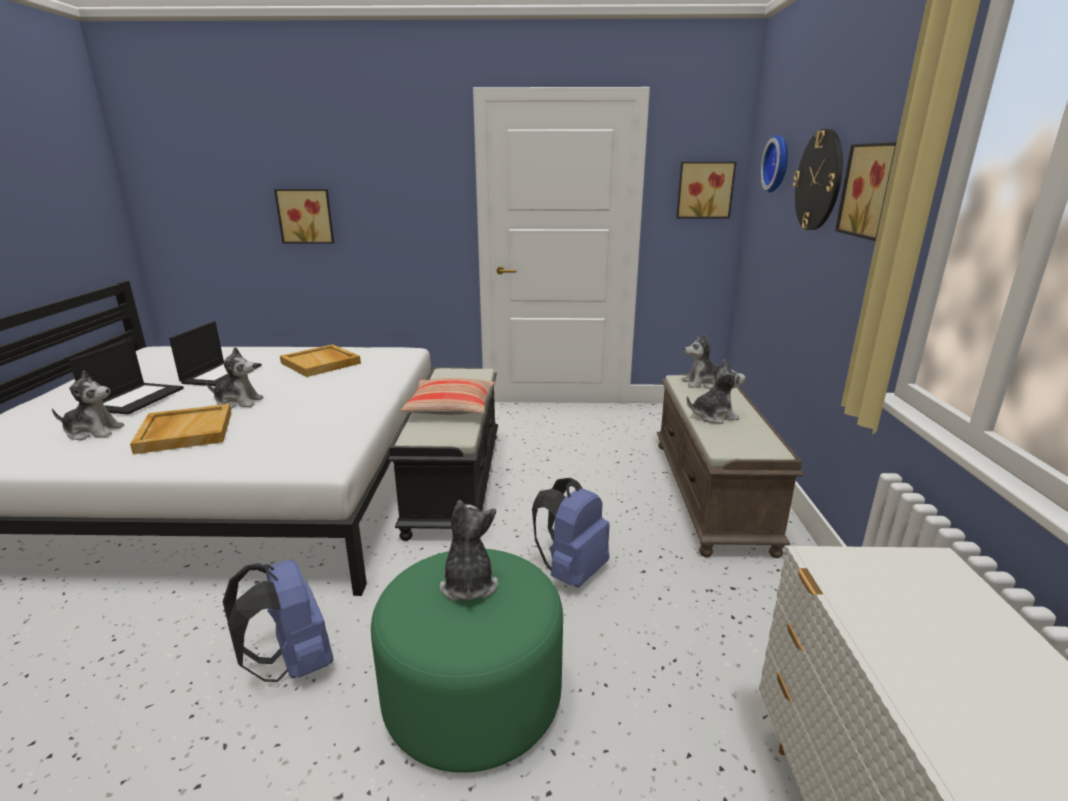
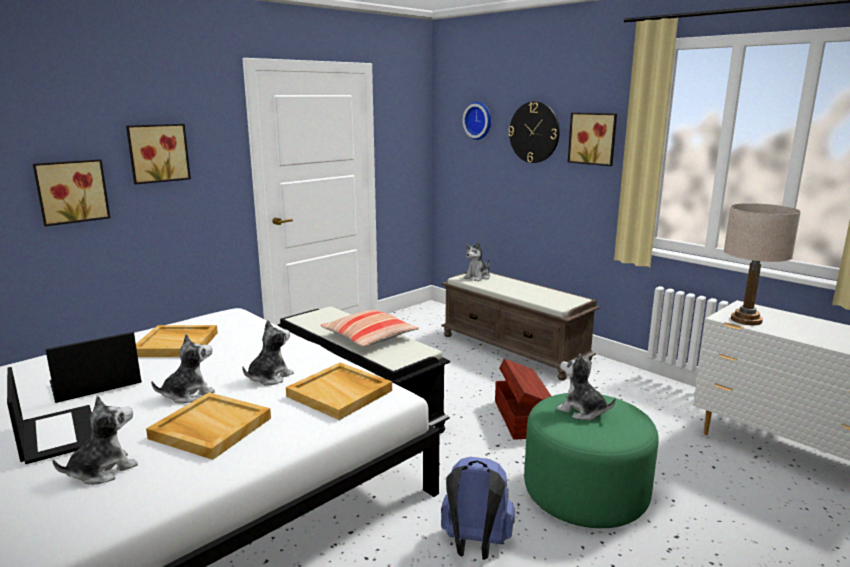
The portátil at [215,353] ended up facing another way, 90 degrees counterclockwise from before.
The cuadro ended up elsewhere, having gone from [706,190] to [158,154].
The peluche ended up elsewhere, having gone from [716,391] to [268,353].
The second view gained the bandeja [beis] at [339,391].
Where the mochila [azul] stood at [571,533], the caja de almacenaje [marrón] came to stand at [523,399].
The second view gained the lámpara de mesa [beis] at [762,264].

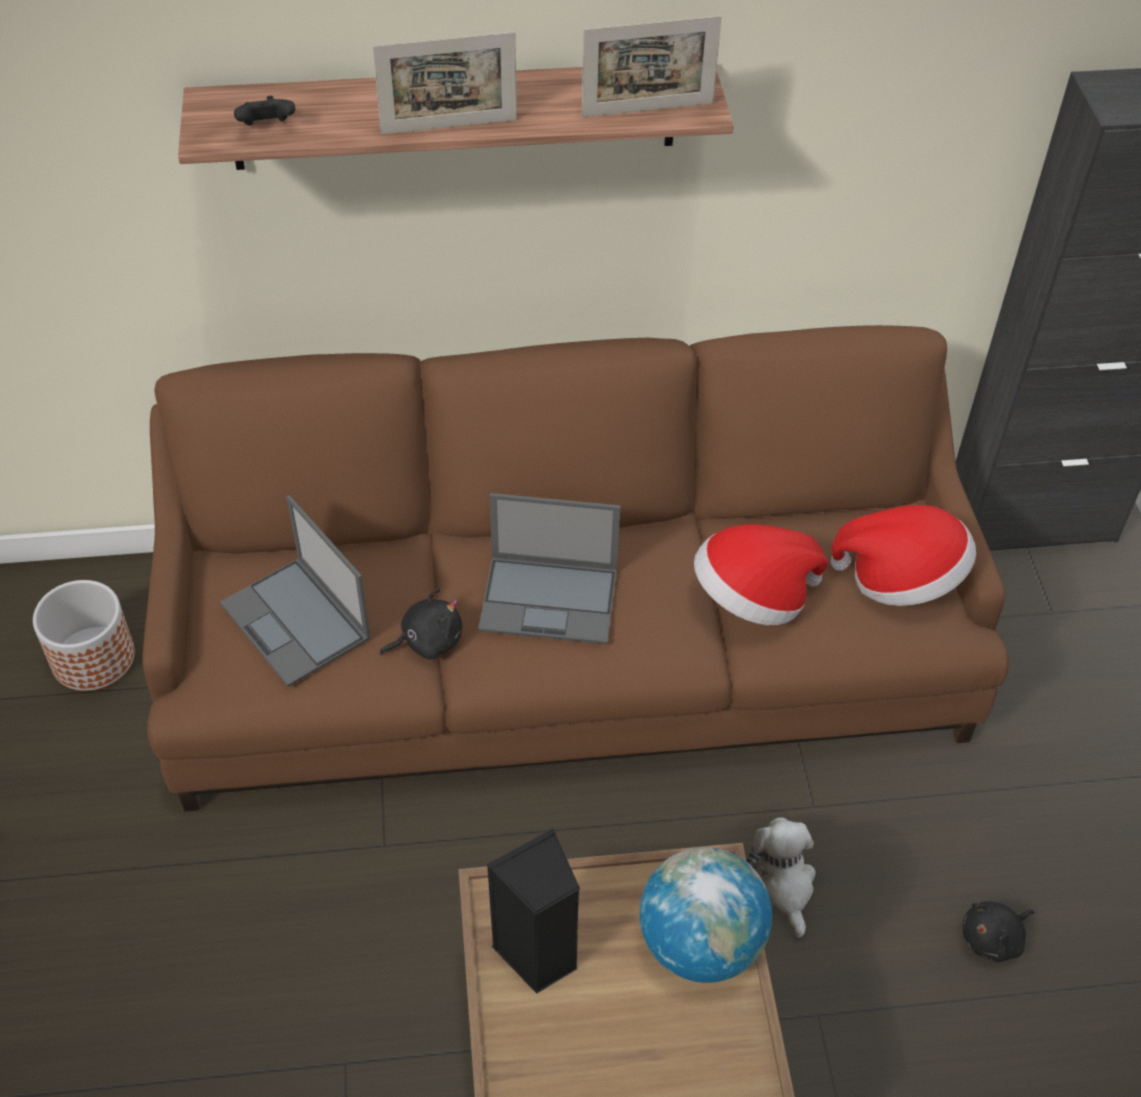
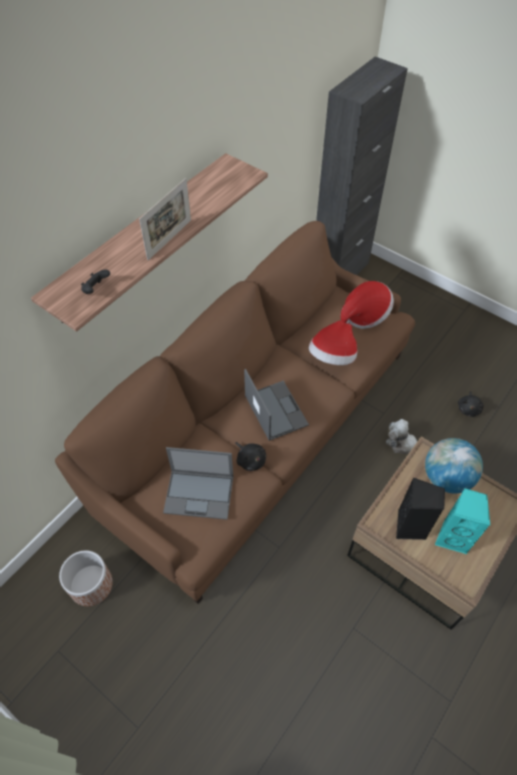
The peluche [negro] at [421,624] ended up facing another way, 120 degrees clockwise from before.
The portátil at [549,568] ended up facing another way, 75 degrees counterclockwise from before.
The second view gained the altavoz [turquesa] at [462,521].
The second view lost the portarretratos at [651,66].

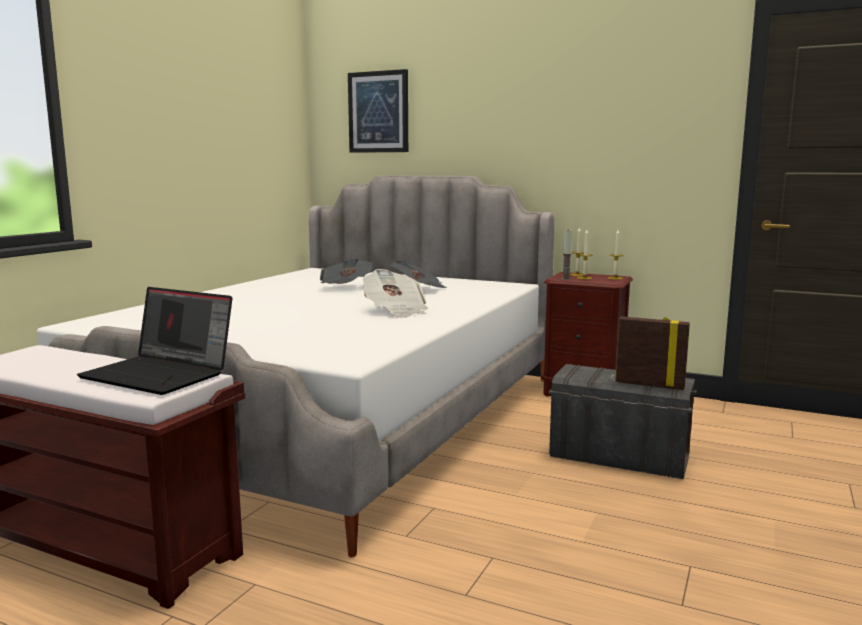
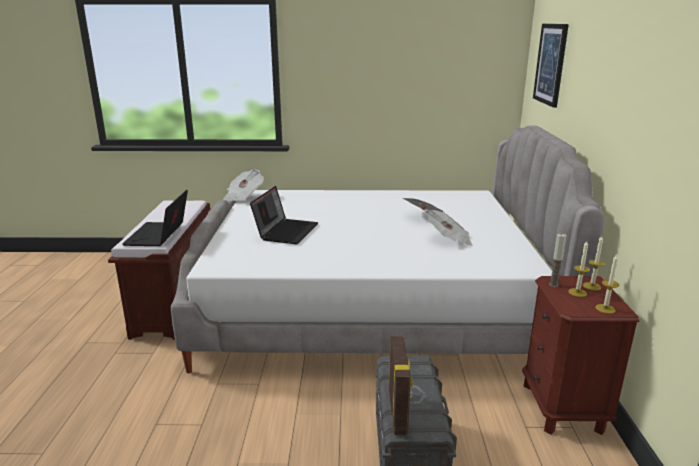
The periódico ended up elsewhere, having gone from [395,293] to [243,185].
The second view gained the portátil at [284,215].

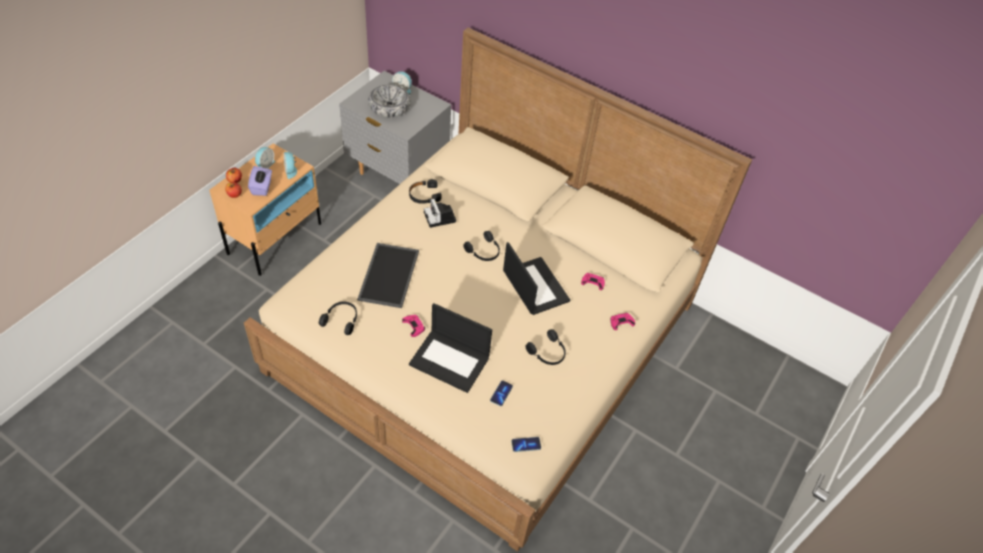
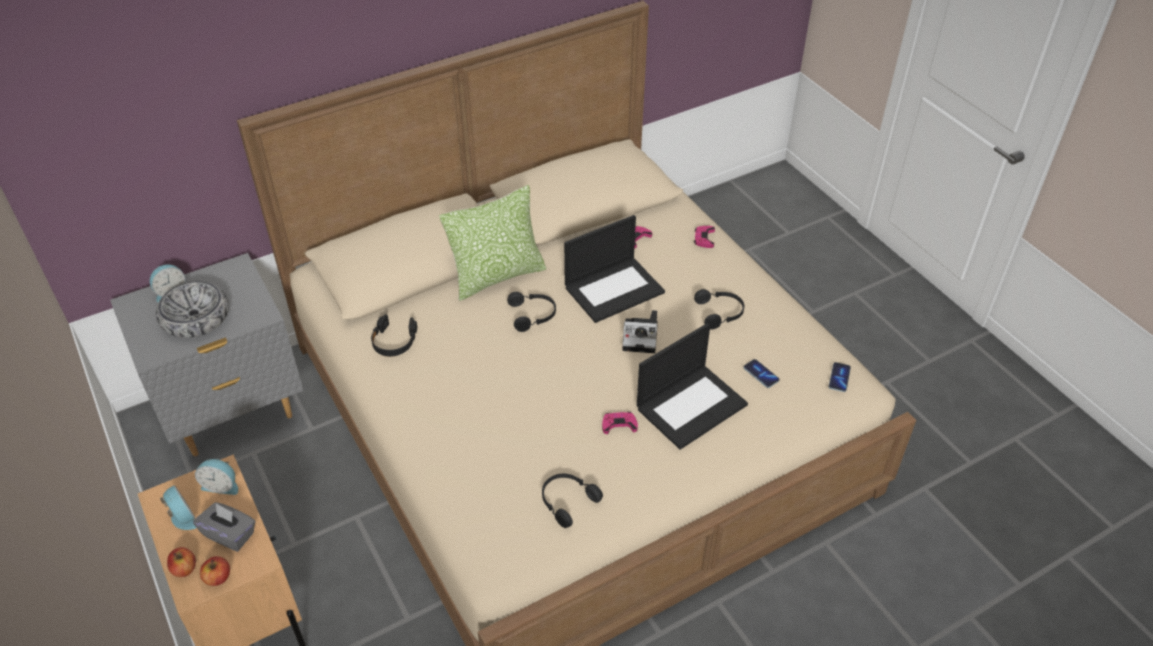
What was the caja de pañuelos [morado] at [260,181] turned into the caja de pañuelos [gris] at [224,527].
The second view gained the cojín at [492,243].
The portátil at [536,278] ended up facing another way, 150 degrees clockwise from before.
The cámara ended up elsewhere, having gone from [440,213] to [640,331].
The second view lost the bandeja at [388,275].

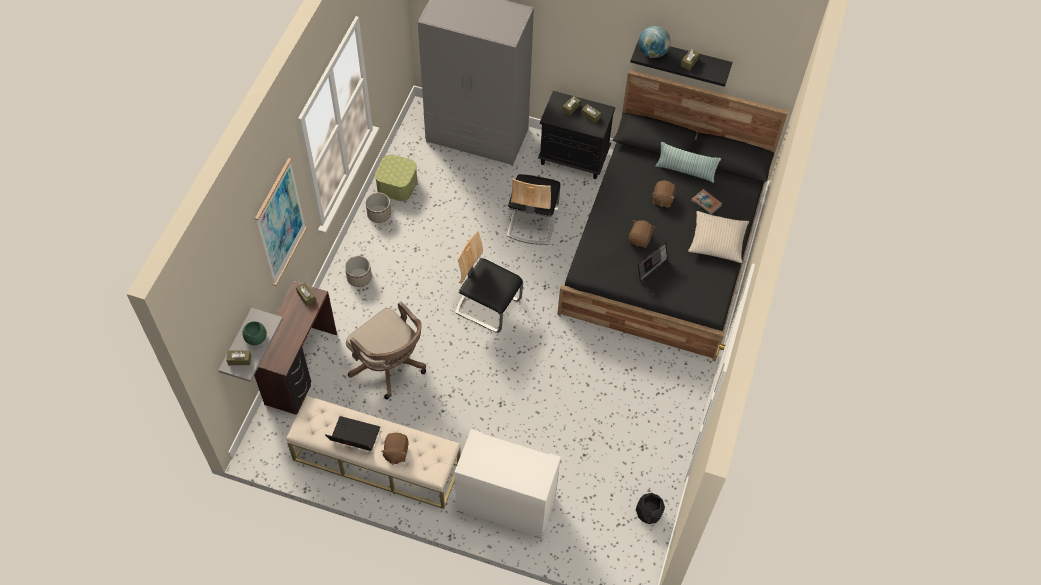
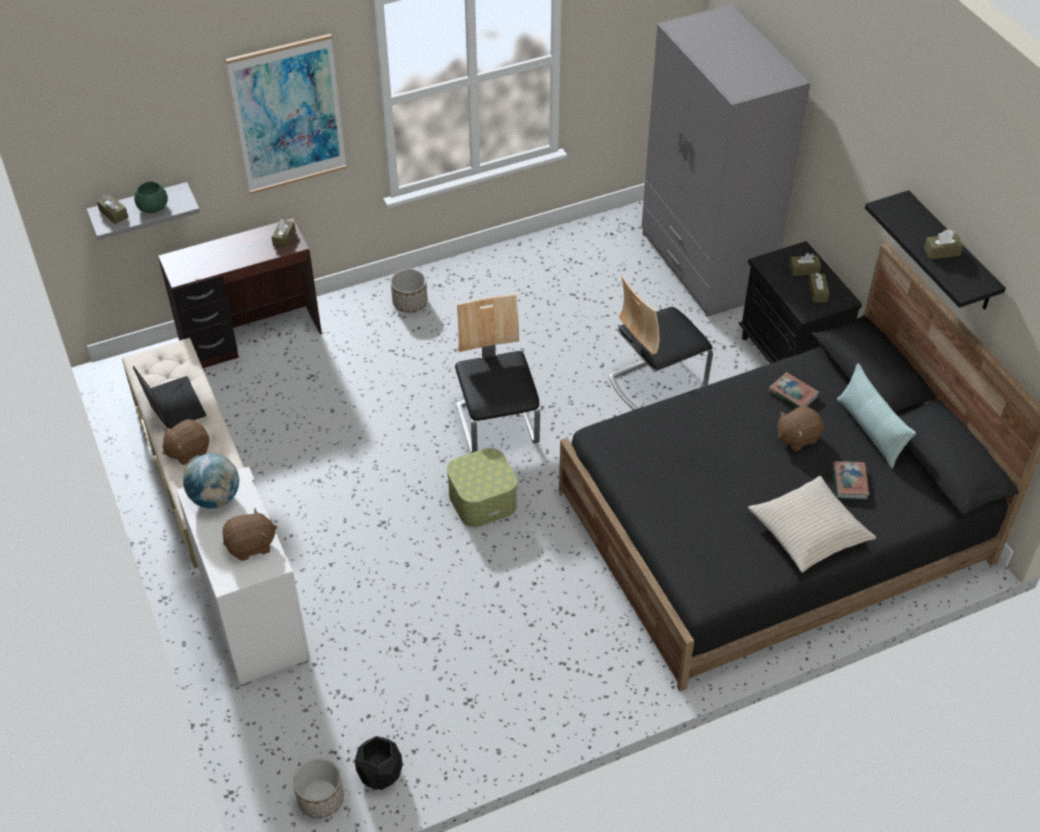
The globo terráqueo ended up elsewhere, having gone from [655,42] to [211,481].
The peluche [marrón] ended up elsewhere, having gone from [642,234] to [250,534].
The maceta ended up elsewhere, having gone from [378,207] to [318,788].
The caja de almacenaje ended up elsewhere, having gone from [396,177] to [482,487].
The second view gained the libro at [793,390].
The second view lost the silla de oficina [marrón] at [386,350].
The second view lost the portátil at [662,270].

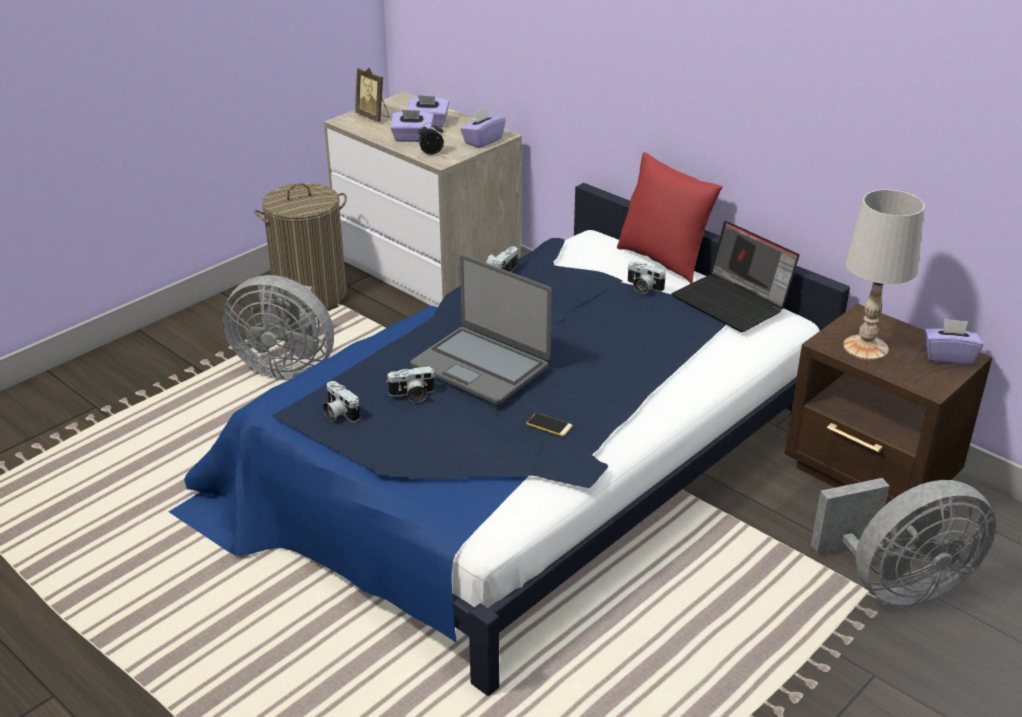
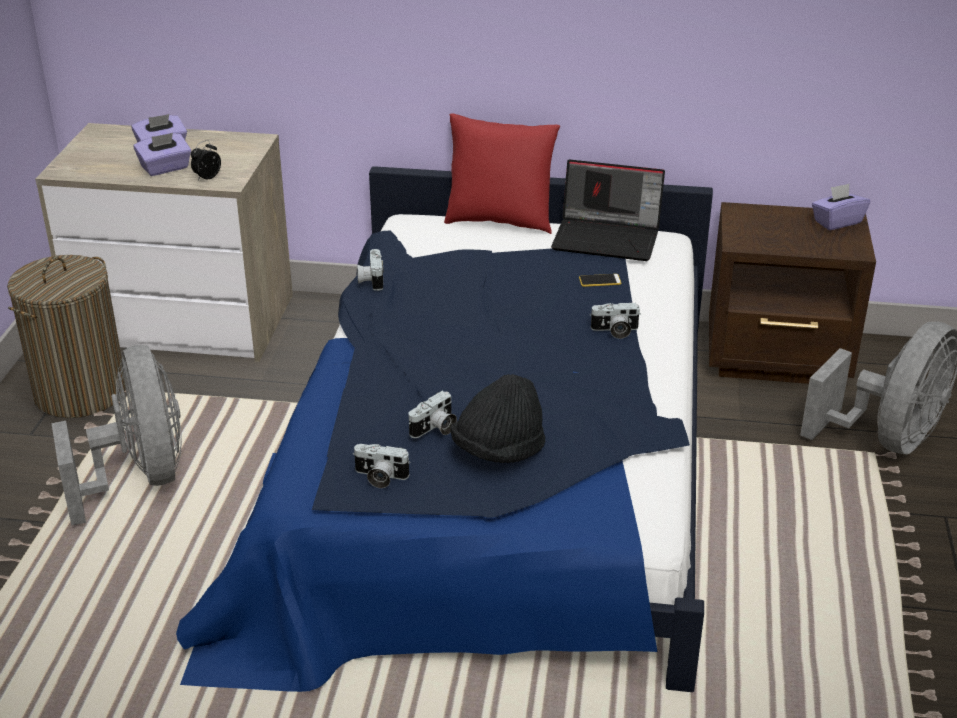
The ventilador [gris] at [278,327] ended up facing another way, 90 degrees counterclockwise from before.
The second view gained the sombrero [negro] at [497,418].
The móvil ended up elsewhere, having gone from [550,424] to [600,280].
The cámara ended up elsewhere, having gone from [646,278] to [615,321].
The second view lost the portarretratos at [372,95].
The second view lost the portátil at [481,330].
The second view lost the caja de pañuelos [morado] at [482,127].
The second view lost the lámpara de mesa [blanco] at [884,275].

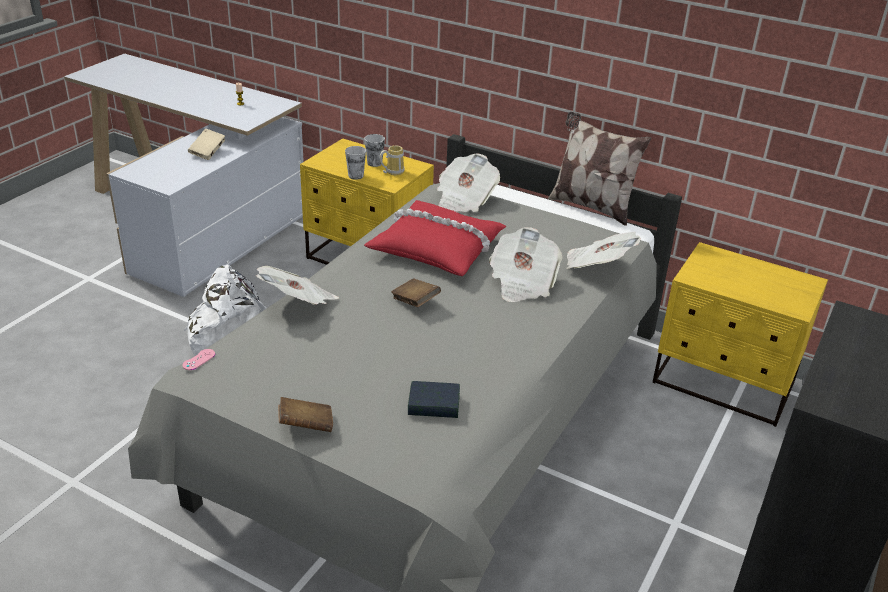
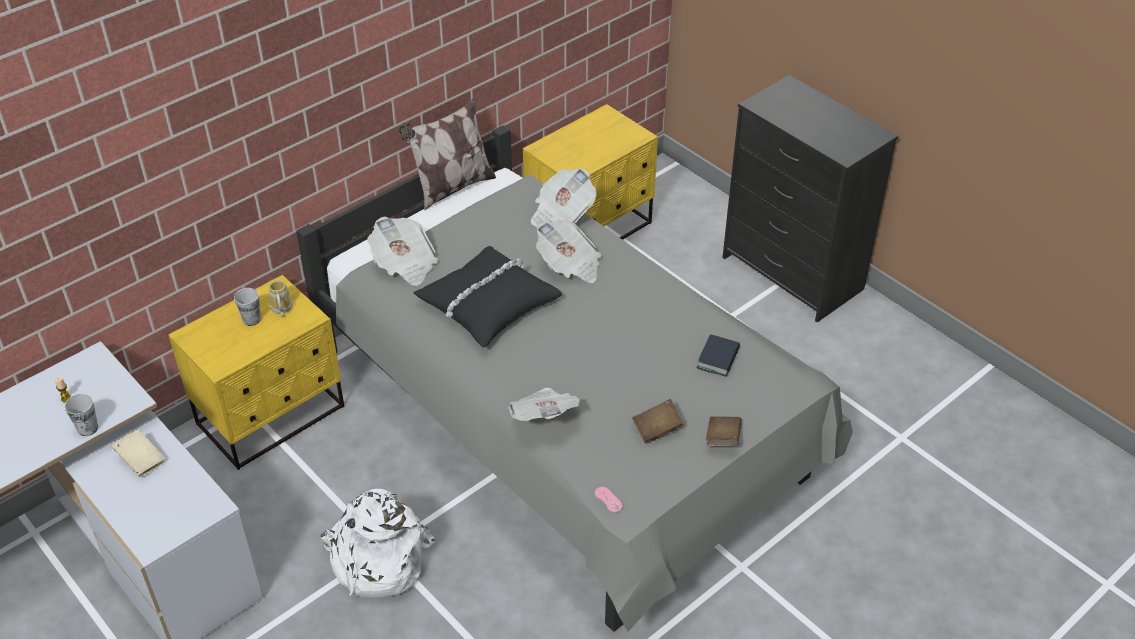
The taza ended up elsewhere, having gone from [355,163] to [81,415].
What was the cojín [rojo] at [435,238] turned into the cojín [negro] at [488,297].
The libro [marrón] ended up elsewhere, having gone from [416,293] to [658,421].

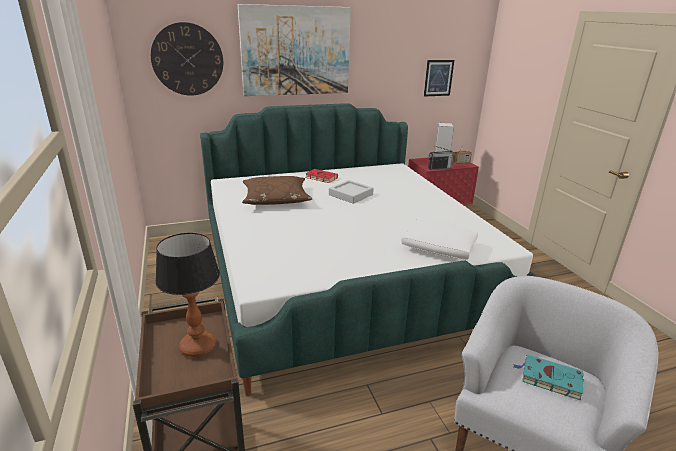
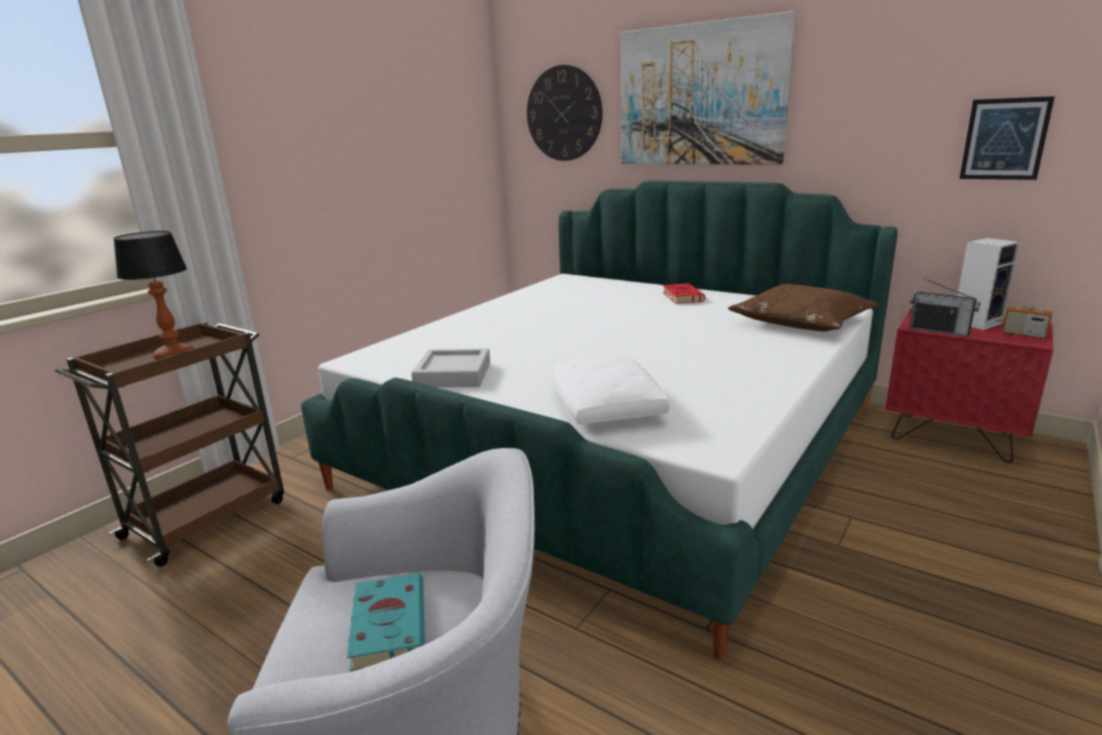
The bandeja [gris] ended up elsewhere, having gone from [351,192] to [450,367].
The cojín [marrón] ended up elsewhere, having gone from [277,190] to [803,308].

